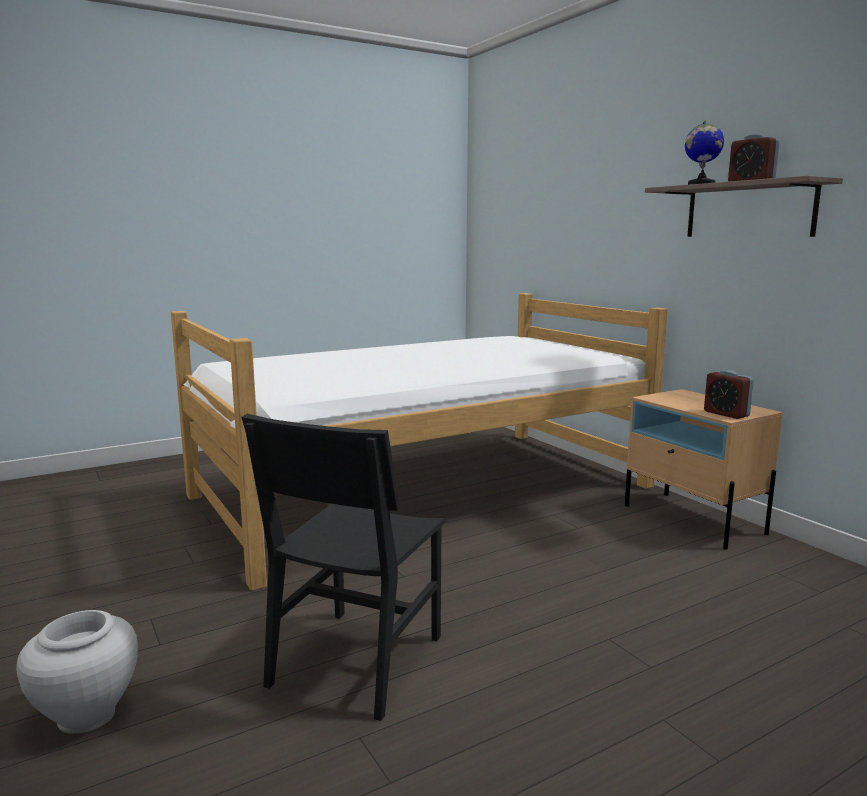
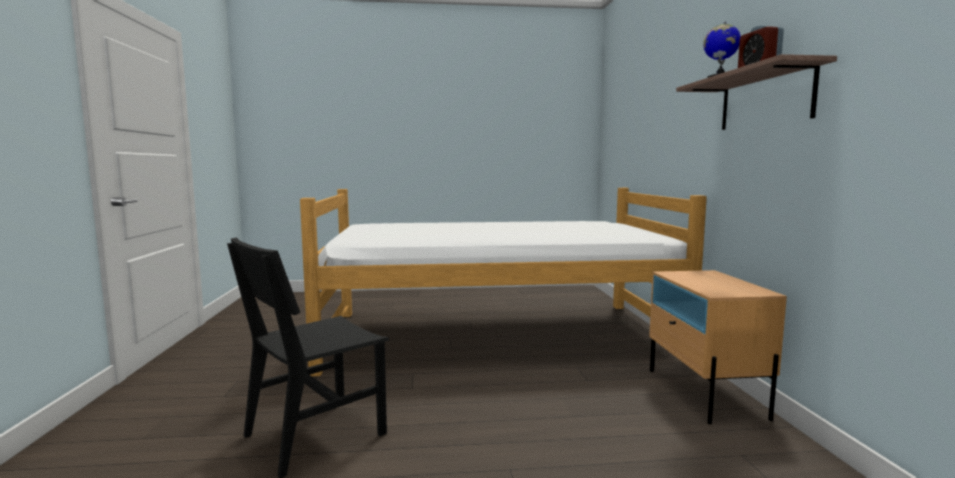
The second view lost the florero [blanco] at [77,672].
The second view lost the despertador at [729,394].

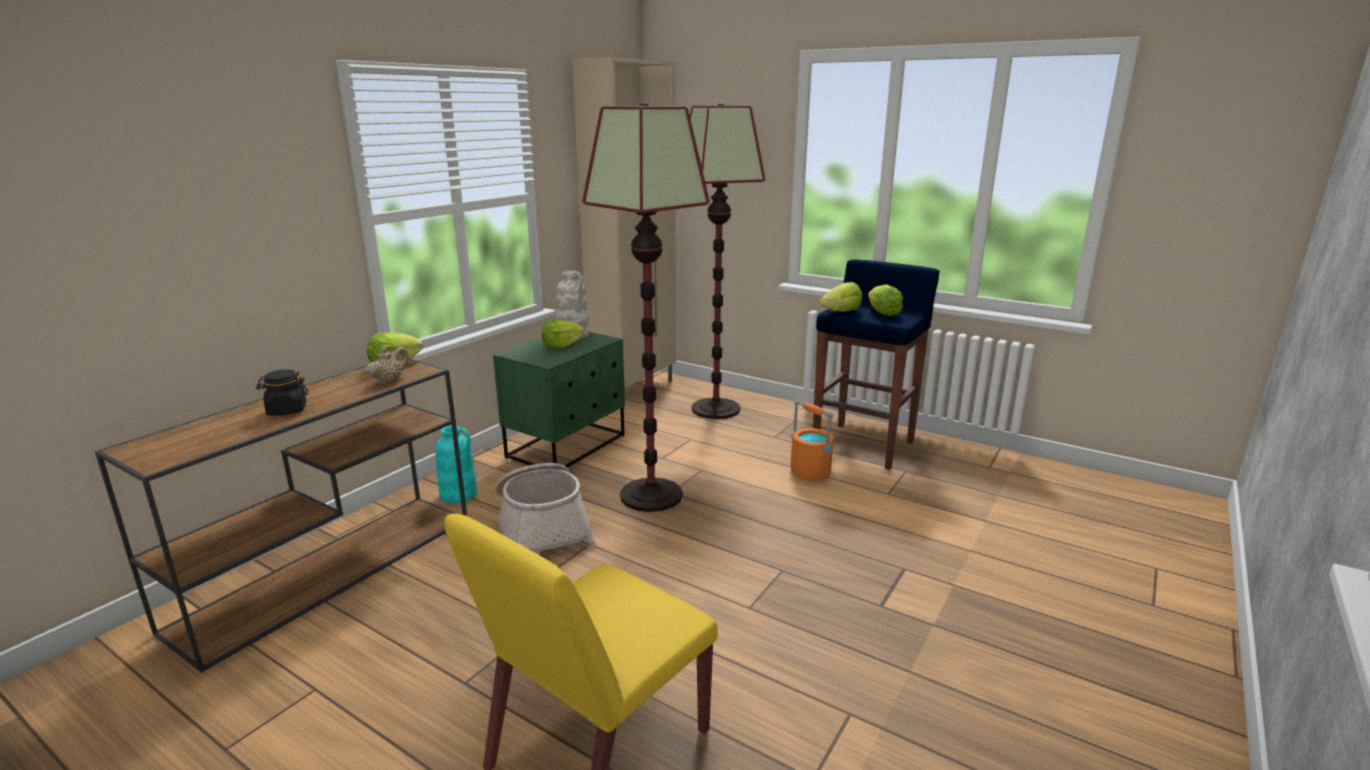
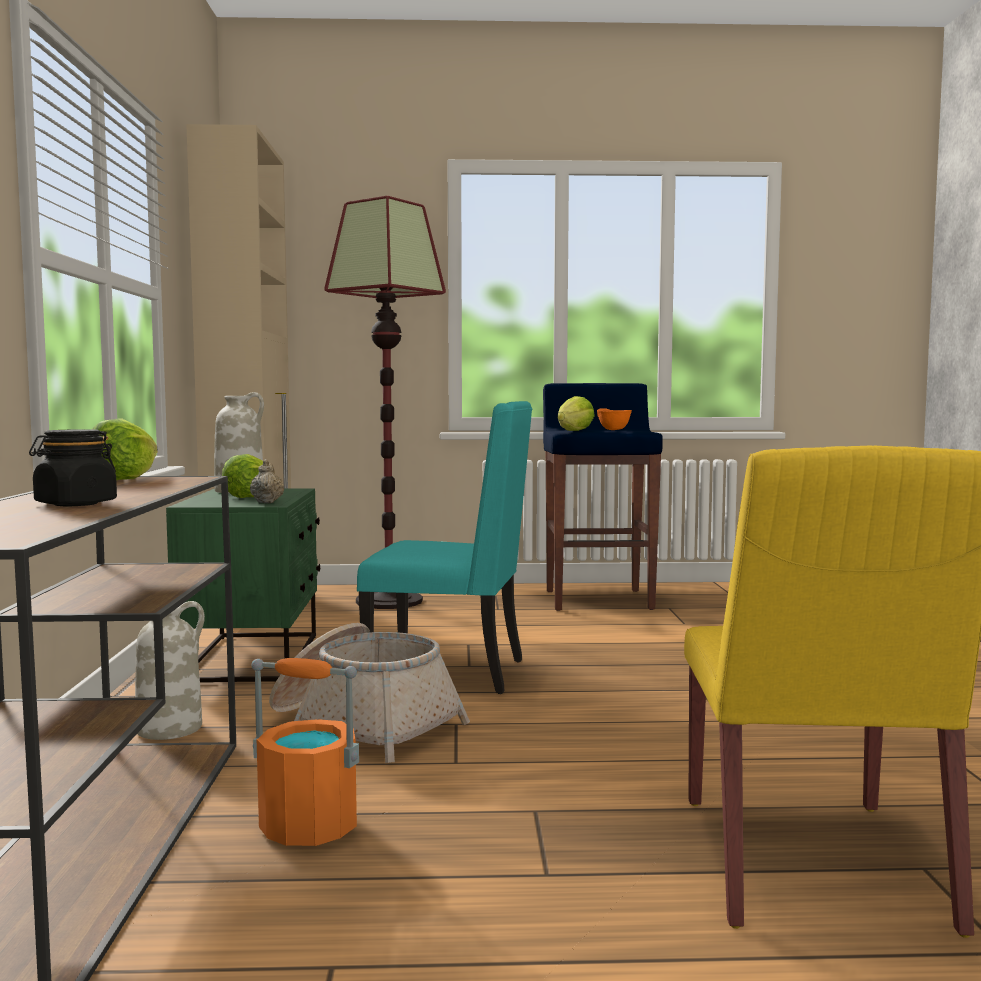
What was the florero [turquesa] at [456,464] turned into the florero [blanco] at [170,670].
The tetera [beis] ended up elsewhere, having gone from [387,365] to [267,481].
The cubo [naranja] ended up elsewhere, having gone from [812,440] to [305,752].
Where the lámpara de pie stood at [646,308], the silla [turquesa] came to stand at [444,547].
Where the lechuga stood at [885,300], the cuenco [naranja] came to stand at [614,419].

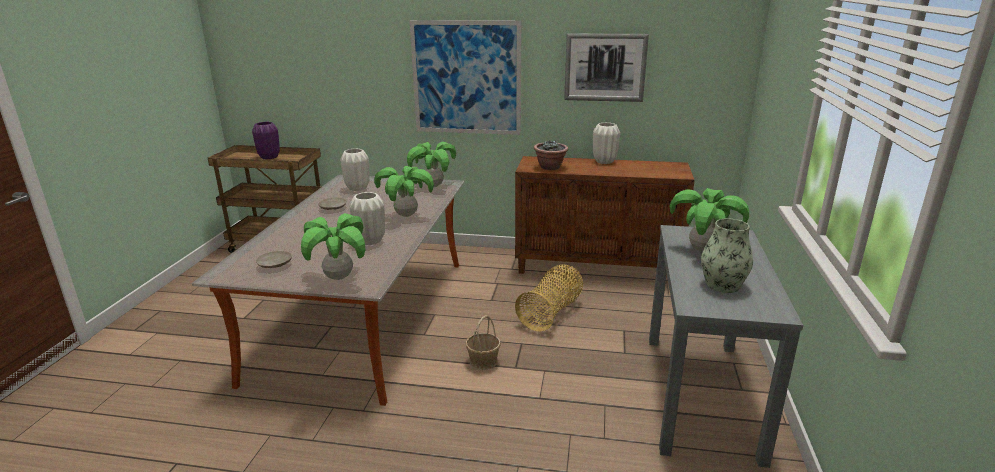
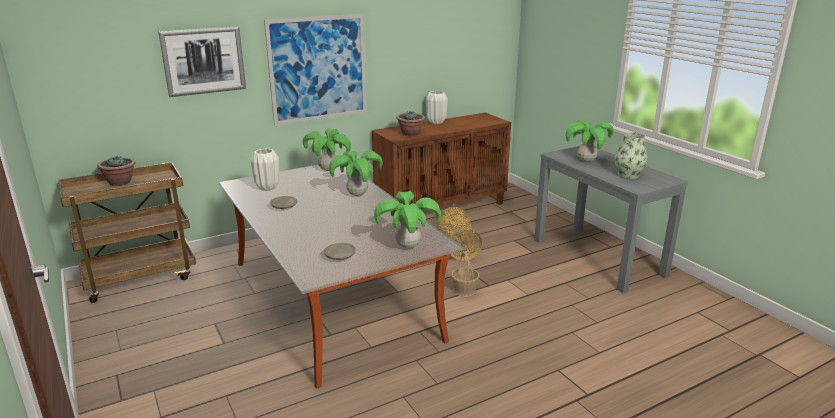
Where the florero [morado] stood at [266,140], the planta en maceta came to stand at [116,171].
The cuadro ended up elsewhere, having gone from [606,67] to [202,61].
The second view lost the florero [blanco] at [367,218].

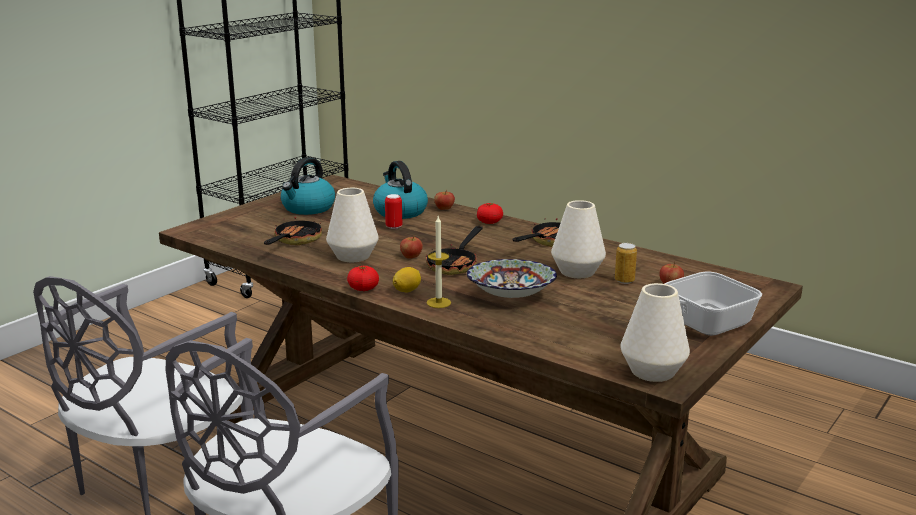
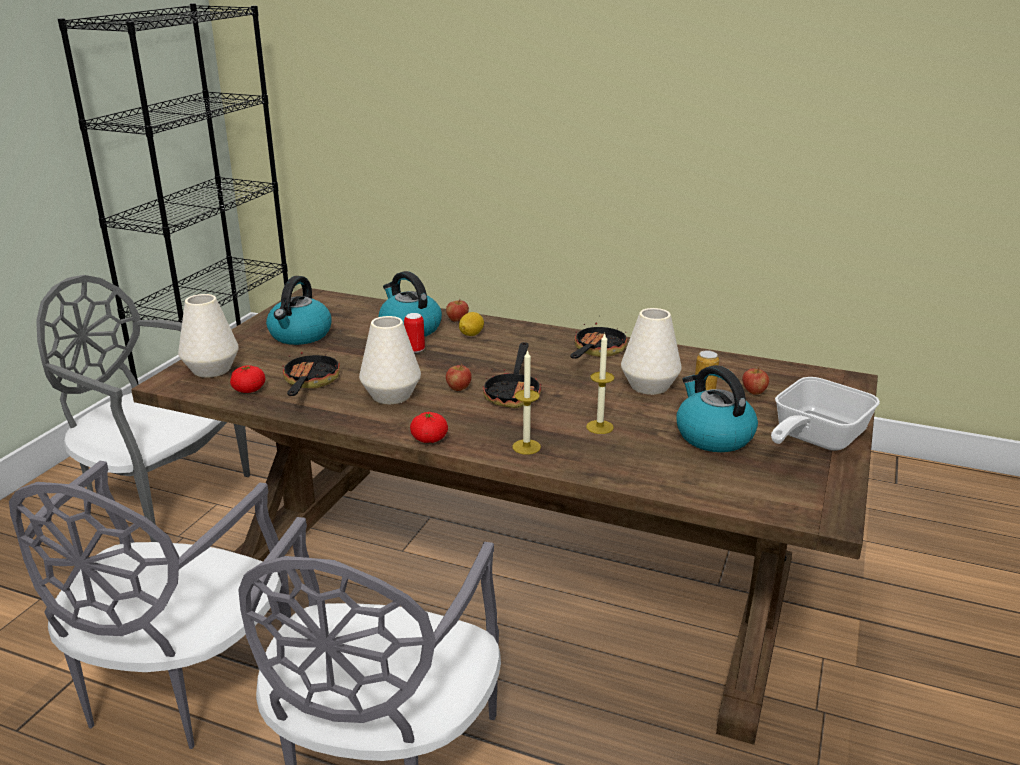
The second view gained the silla [gris] at [143,408].
The florero [blanco] ended up elsewhere, having gone from [655,332] to [208,336].
The tomate ended up elsewhere, having gone from [490,213] to [247,379].
The limón ended up elsewhere, having gone from [407,279] to [471,324].
Where the cuenco stood at [512,278], the vela came to stand at [600,383].
The second view gained the hervidor at [717,408].

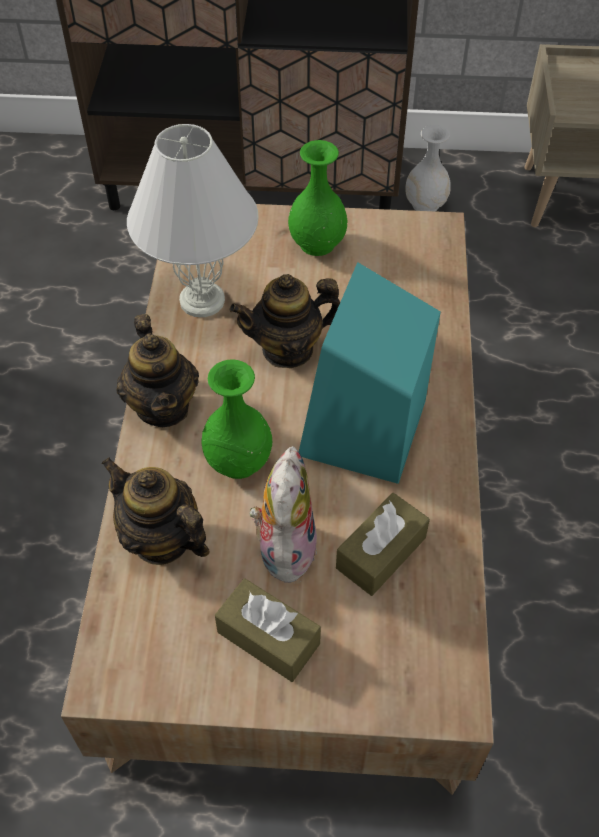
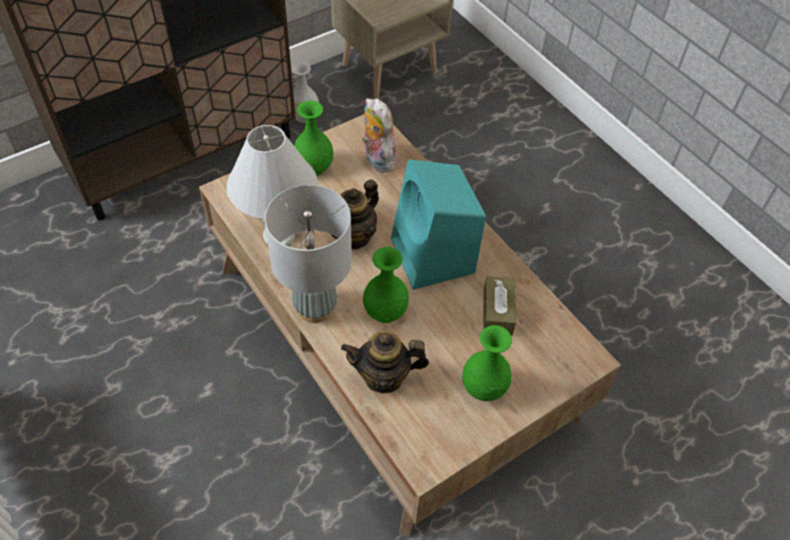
Where the tetera stood at [157,370], the lámpara de mesa [gris] came to stand at [308,254].
The peluche ended up elsewhere, having gone from [283,516] to [379,135].
Where the caja de pañuelos [marrón] stood at [268,630], the florero [verde] came to stand at [487,363].

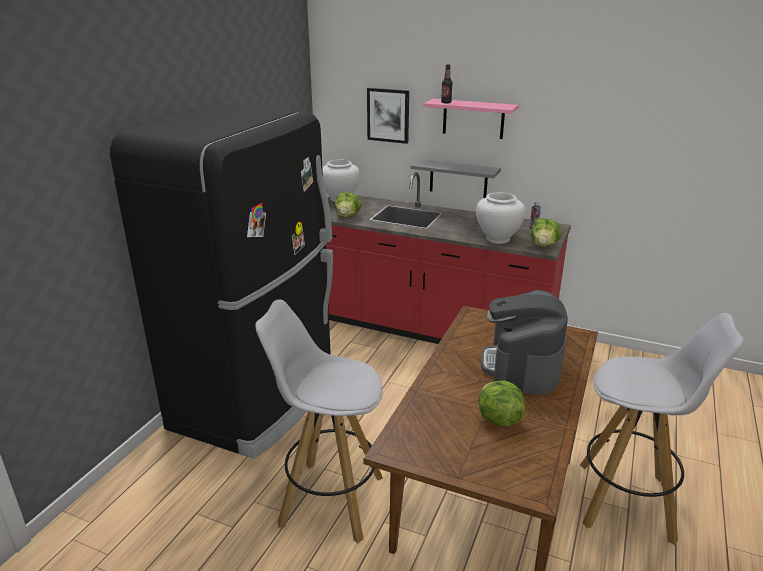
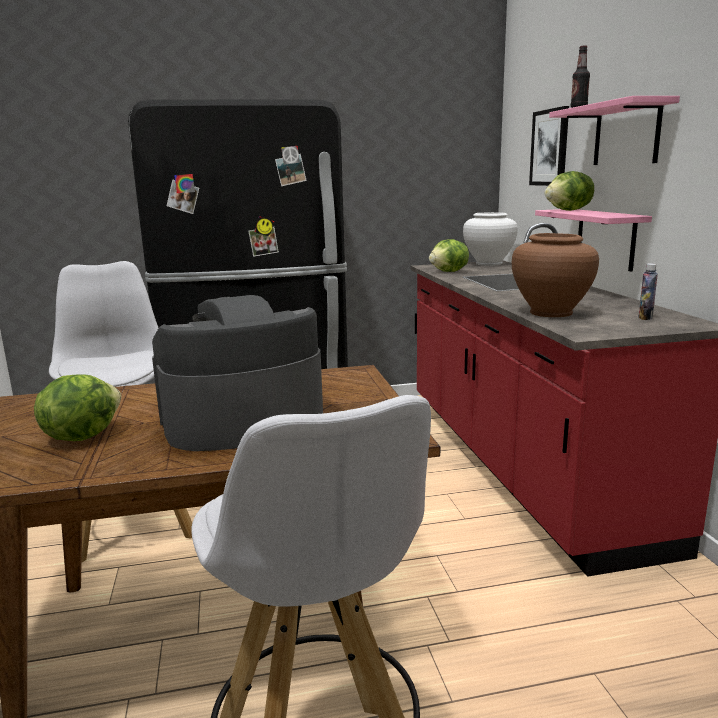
What was the florero [blanco] at [500,218] turned into the florero [marrón] at [555,275].
What was the estante [gris] at [455,178] turned into the estante [rosa] at [593,240].
The lechuga ended up elsewhere, having gone from [546,232] to [569,191].

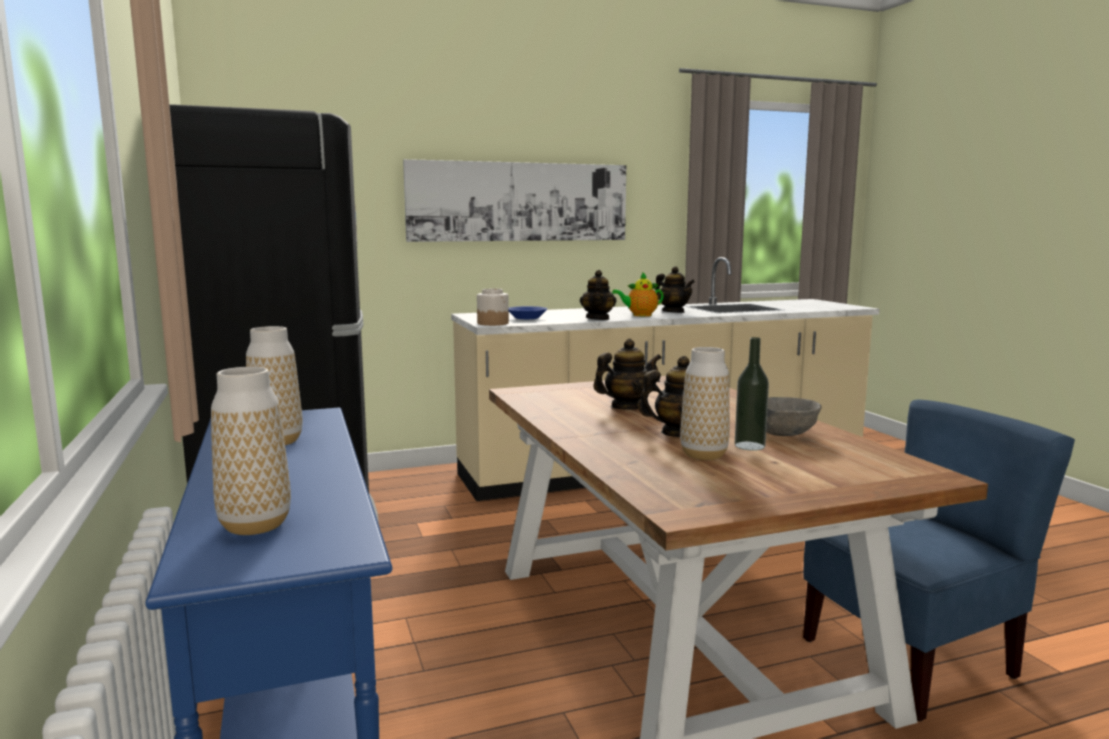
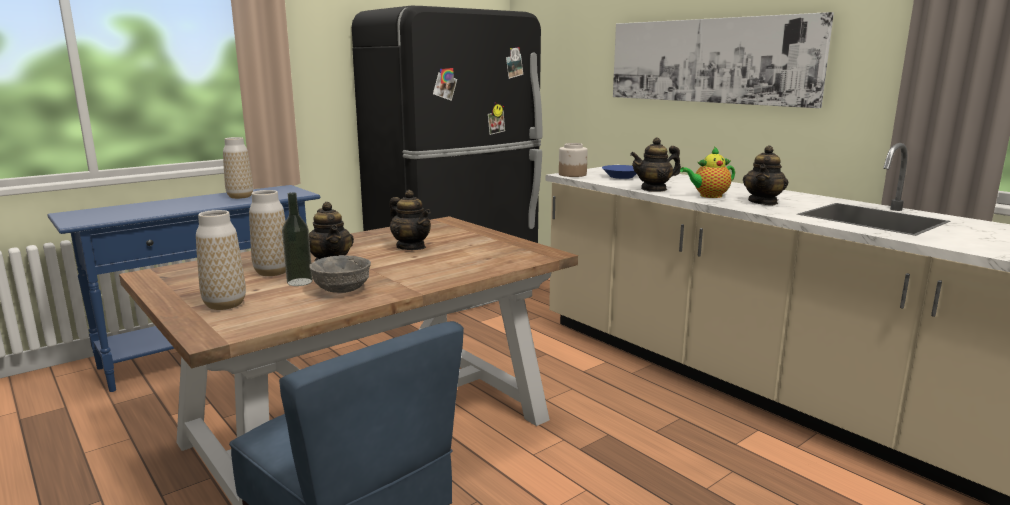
The florero ended up elsewhere, having gone from [251,451] to [221,260].
The tetera at [638,294] ended up facing another way, 75 degrees counterclockwise from before.

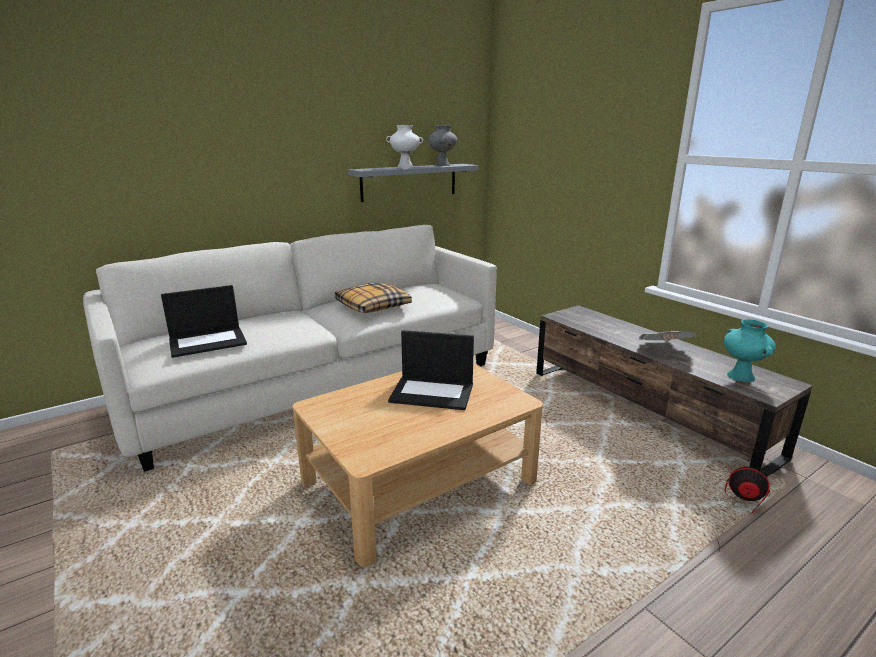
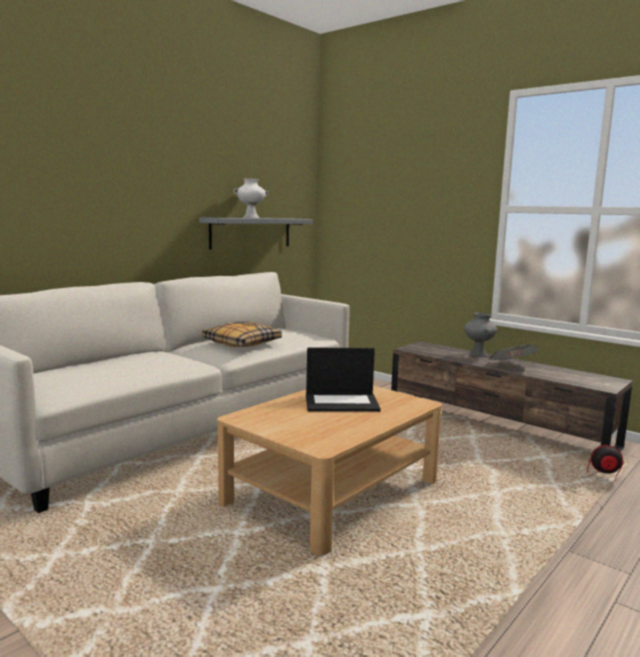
The florero [gris] ended up elsewhere, having gone from [442,145] to [480,335].
The second view lost the portátil at [204,321].
The second view lost the florero [turquesa] at [750,350].

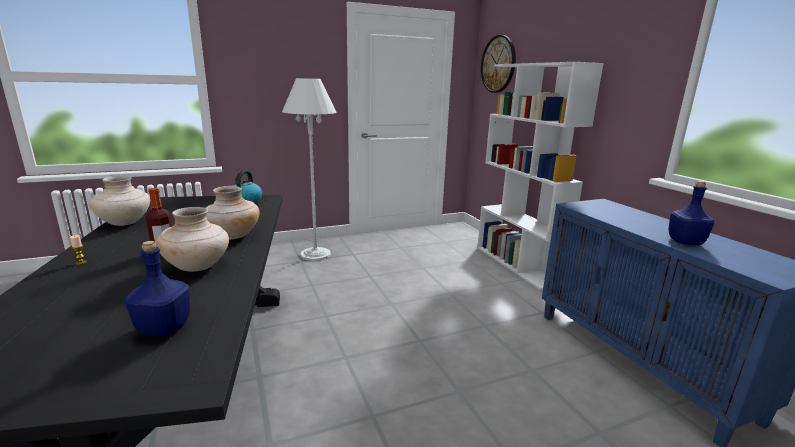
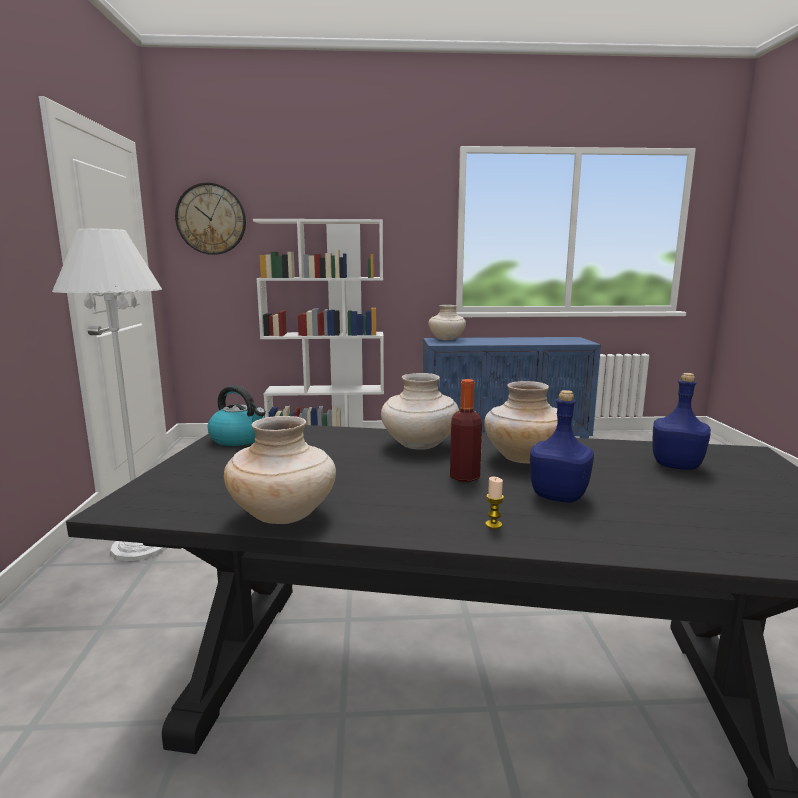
The second view gained the florero [beis] at [447,322].
The botella [azul] ended up elsewhere, having gone from [692,213] to [562,446].

